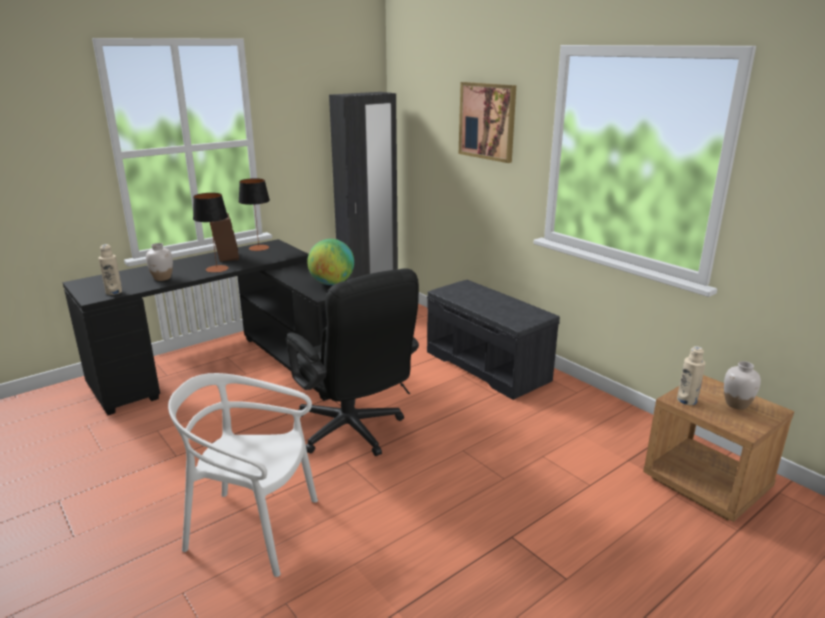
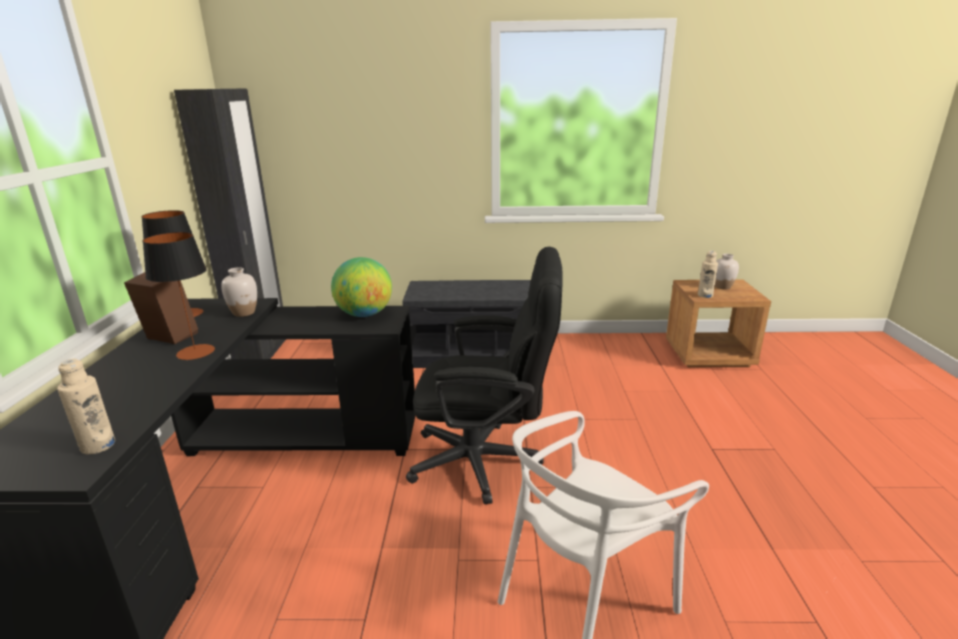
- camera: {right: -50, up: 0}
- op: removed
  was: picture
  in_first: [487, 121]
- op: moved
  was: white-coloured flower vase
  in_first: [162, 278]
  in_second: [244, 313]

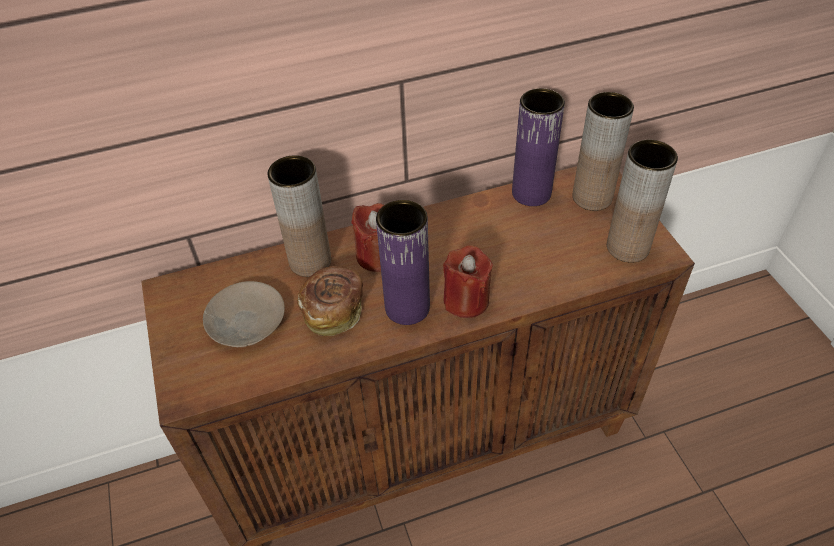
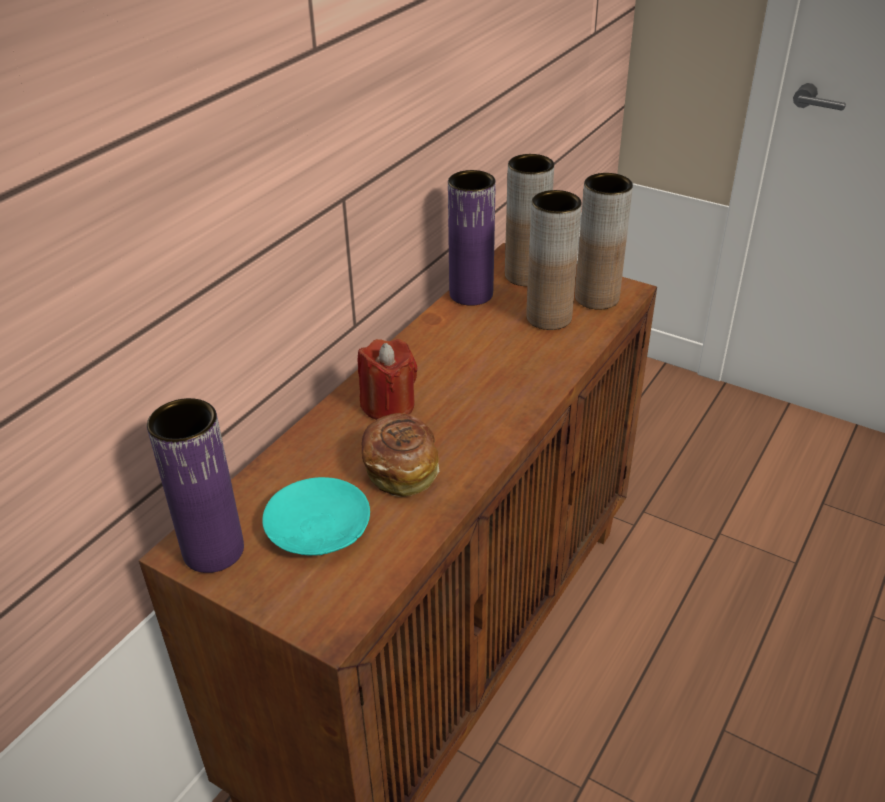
- camera: {right: -40, up: -10}
- op: removed
  was: reddish wax candle
  in_first: [466, 300]
- op: moved
  was: brownish flower vase
  in_first: [310, 261]
  in_second: [549, 317]
- op: moved
  was: purple-coloured flower vase
  in_first: [407, 307]
  in_second: [213, 550]
- op: recoloured
  was: sand-coloured flat dish
  now: blue-green flat dish
  in_first: [246, 321]
  in_second: [318, 527]

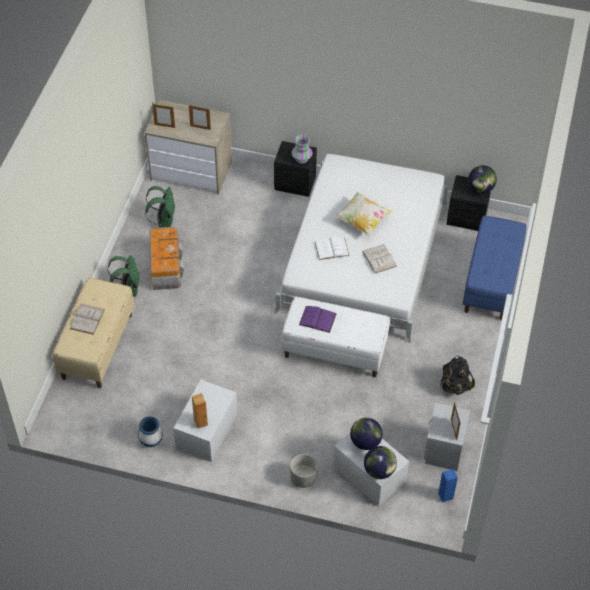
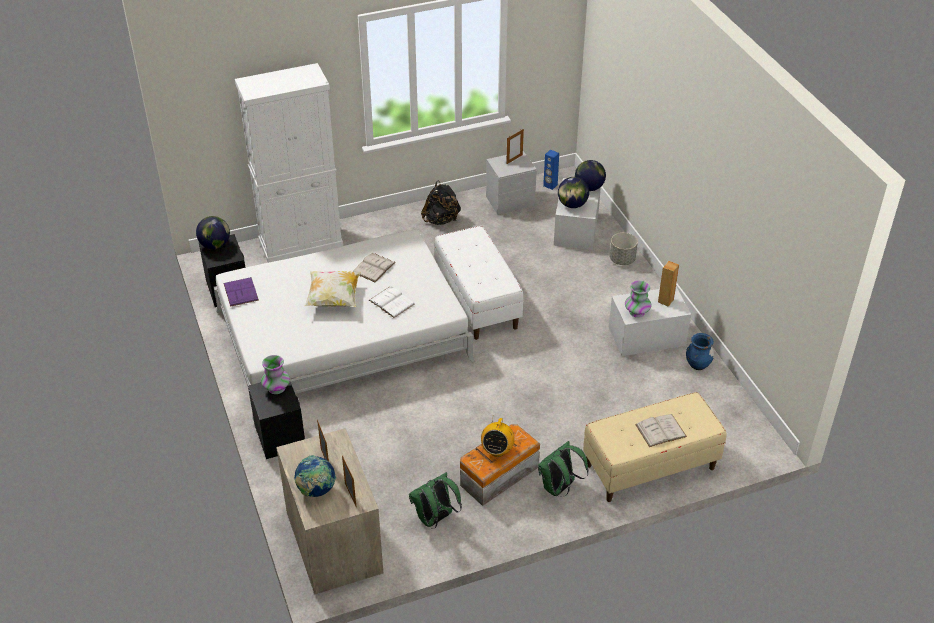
- camera: {right: -125, up: -10}
- op: added
  now: world globe
  in_second: [316, 490]
- op: added
  now: radio receiver
  in_second: [497, 450]
- op: added
  now: flower vase
  in_second: [636, 312]
- op: moved
  was: purple-coloured bound book
  in_first: [317, 319]
  in_second: [241, 292]
- op: replaced
  was: blue indoor bench
  now: white-coloured cupboard
  in_first: [491, 282]
  in_second: [301, 243]

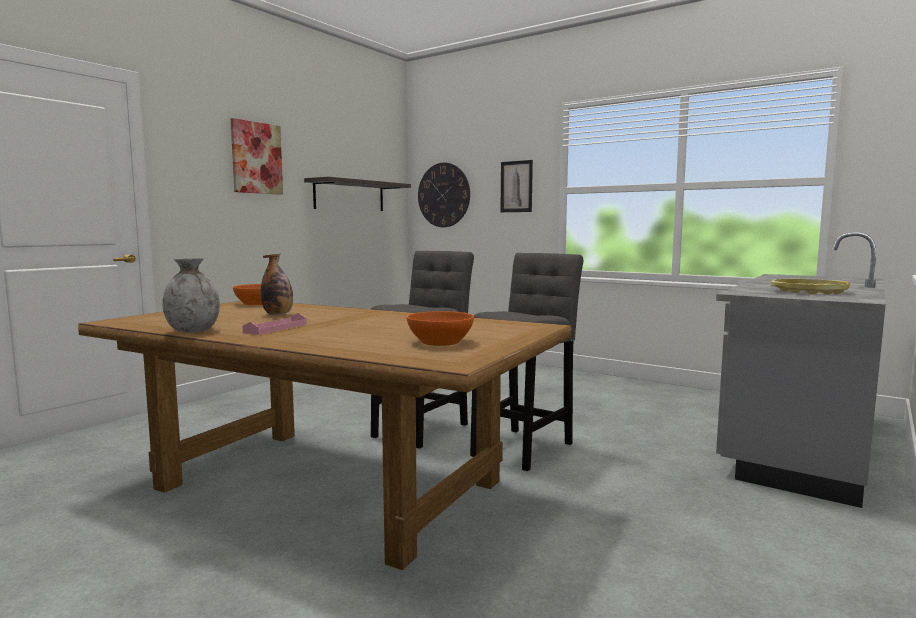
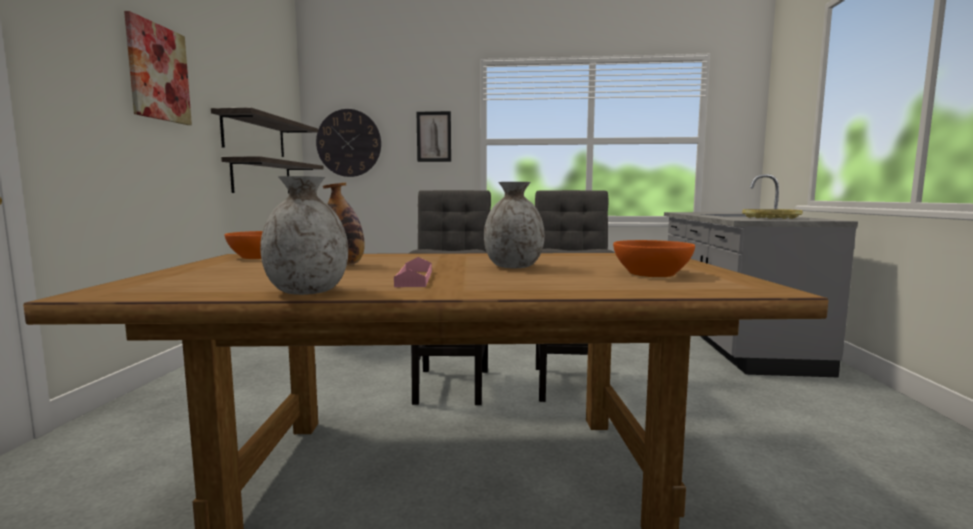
- camera: {right: -30, up: 0}
- op: added
  now: wall shelf
  in_second: [262, 177]
- op: added
  now: greyish flower vase
  in_second: [514, 267]

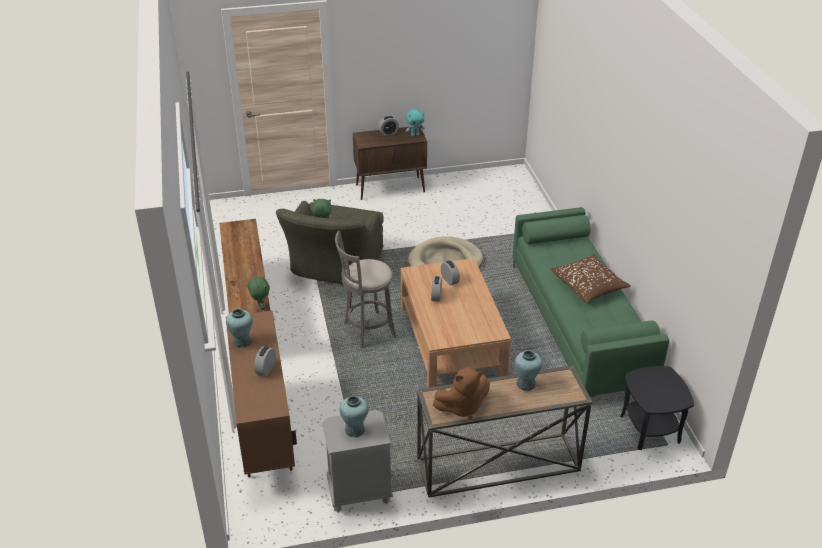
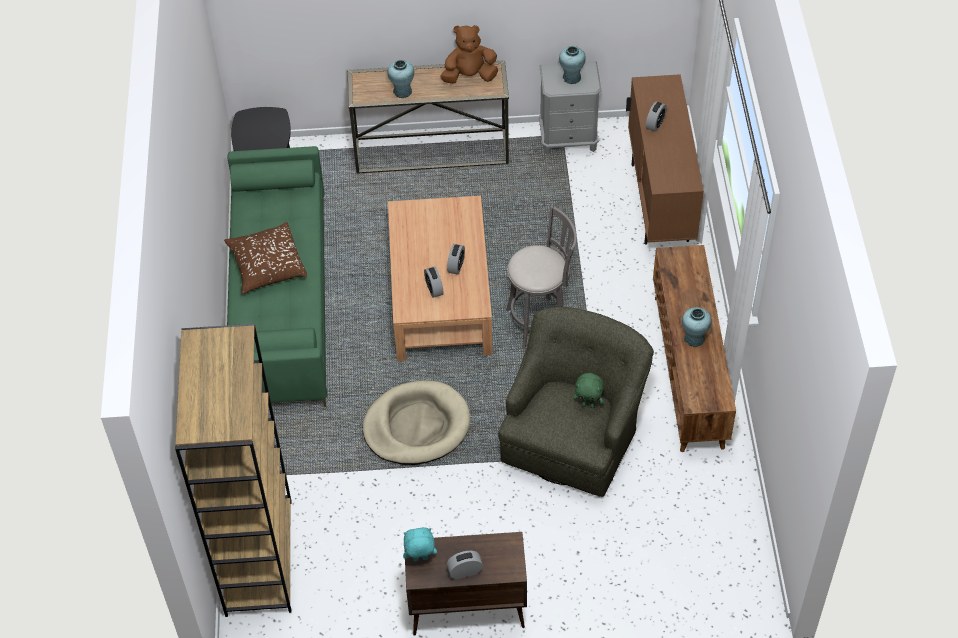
- camera: {right: -170, up: 15}
- op: removed
  was: greenish plush toy
  in_first: [260, 307]
- op: added
  now: brownish bookshelf
  in_second: [258, 557]
- op: moved
  was: blue-green flower vase
  in_first: [242, 341]
  in_second: [694, 339]

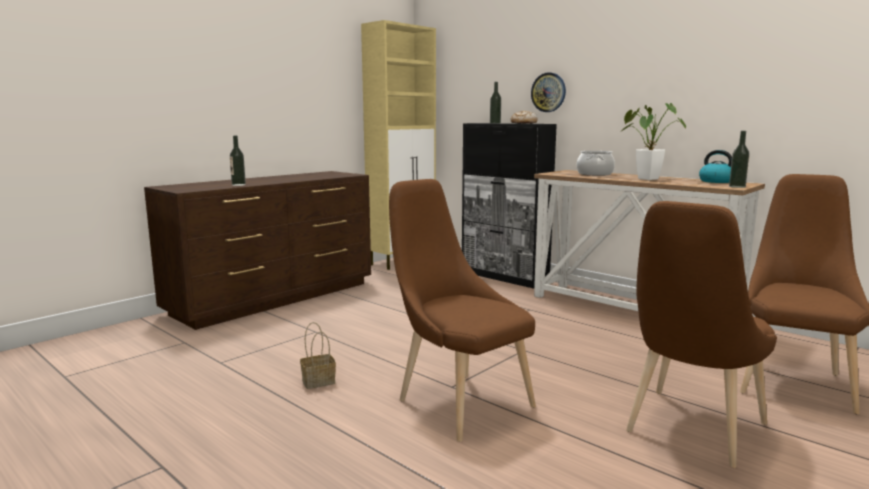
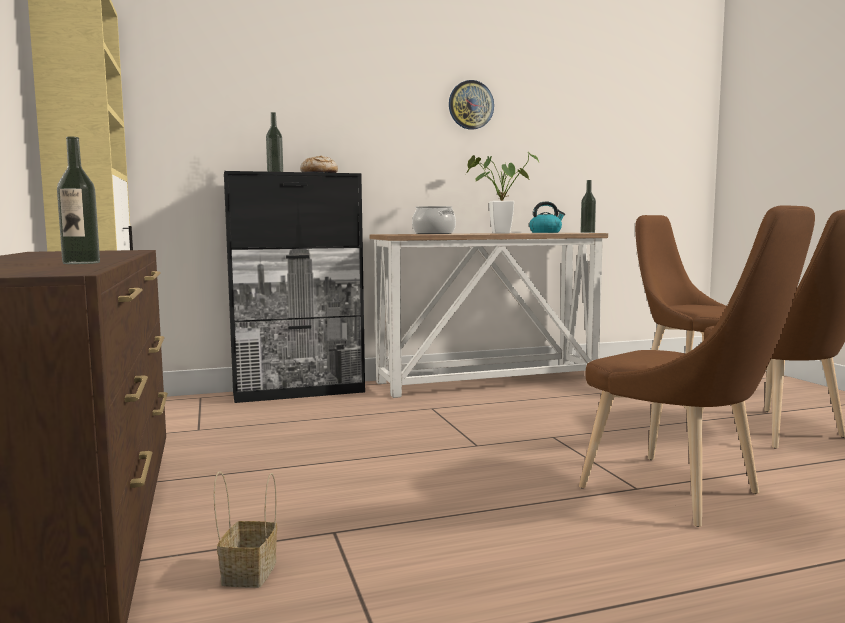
- camera: {right: -60, up: -5}
- op: moved
  was: household basket
  in_first: [319, 381]
  in_second: [249, 571]
- op: moved
  was: hanging clock
  in_first: [548, 92]
  in_second: [470, 105]
- op: turned
  was: brownish chair
  in_first: [458, 401]
  in_second: [681, 494]
  clockwise: -120

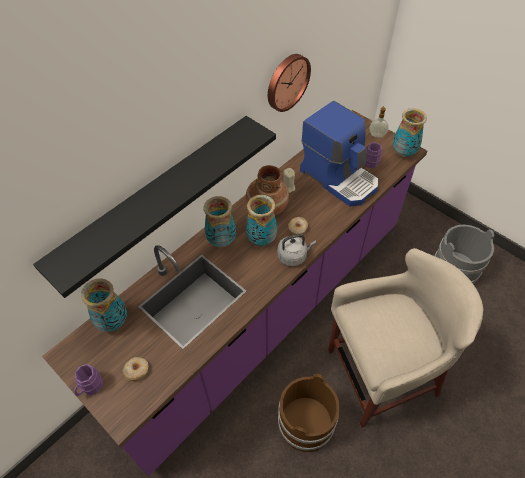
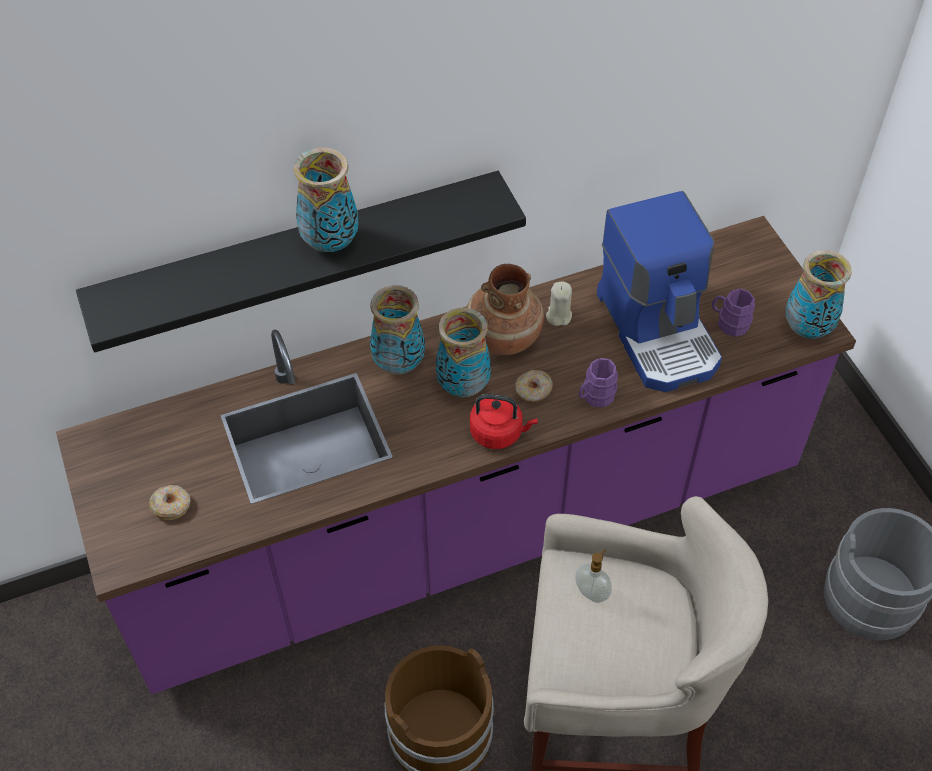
- camera: {right: 25, up: 0}
- op: removed
  was: hanging clock
  in_first: [286, 82]
- op: moved
  was: purple-coloured tea mug
  in_first: [90, 387]
  in_second: [595, 397]
- op: moved
  was: flower vase
  in_first: [113, 322]
  in_second: [330, 243]
- op: moved
  was: soap dispenser
  in_first: [377, 135]
  in_second: [592, 592]
- op: recoloured
  was: greyish kettle
  now: reddish kettle
  in_first: [293, 256]
  in_second: [499, 433]

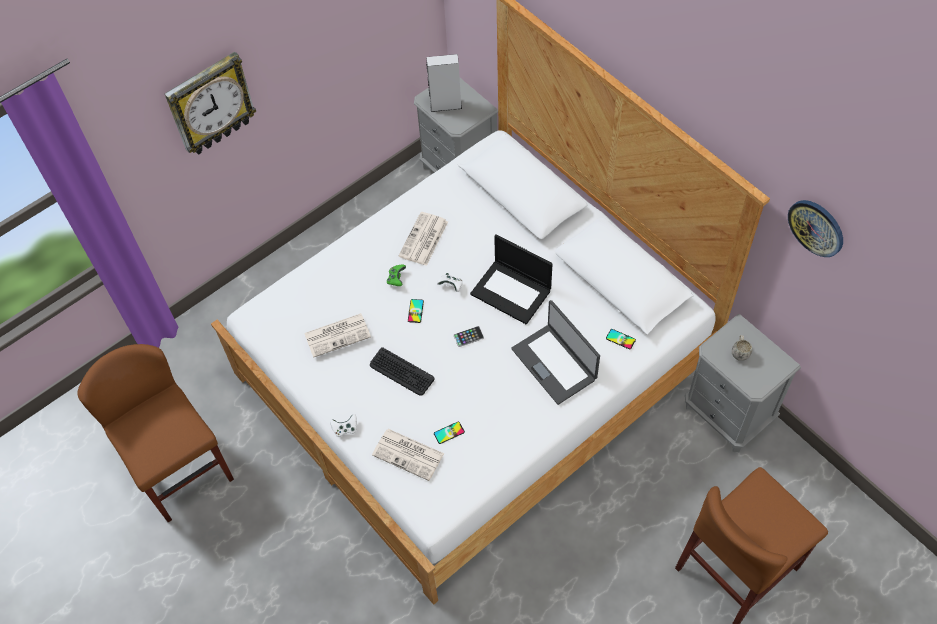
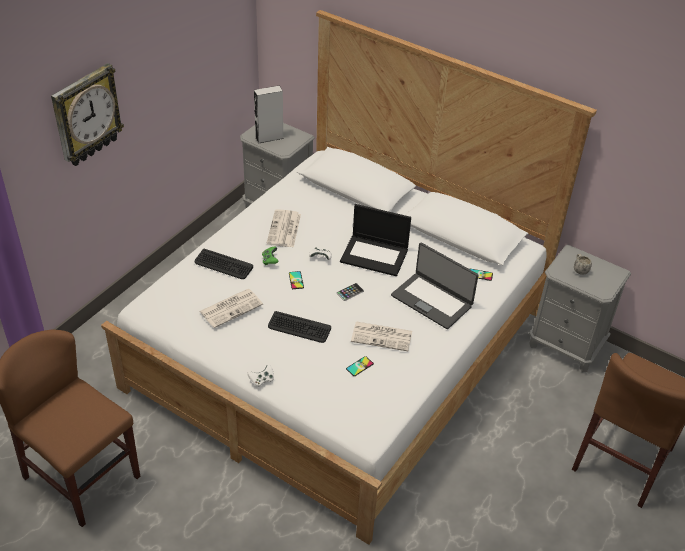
- camera: {right: -20, up: -15}
- op: removed
  was: hanging clock
  in_first: [816, 227]
- op: added
  now: keyboard
  in_second: [223, 265]
- op: moved
  was: newspaper
  in_first: [409, 454]
  in_second: [382, 336]

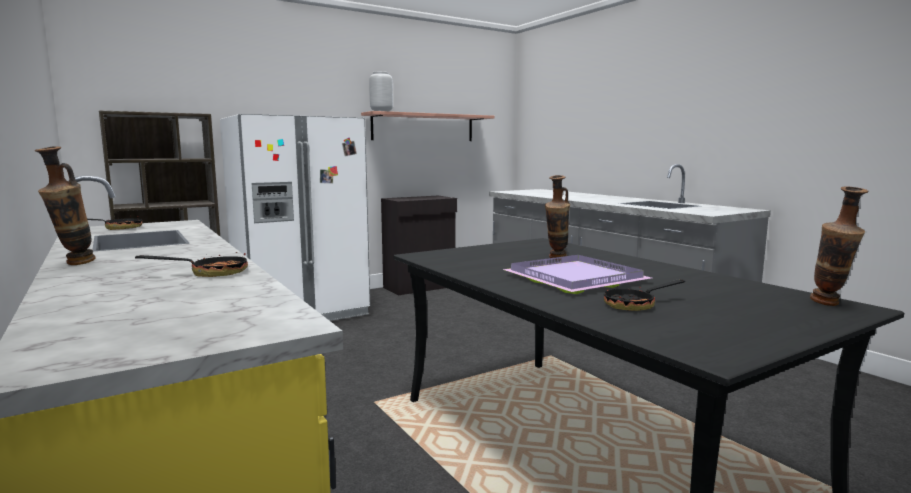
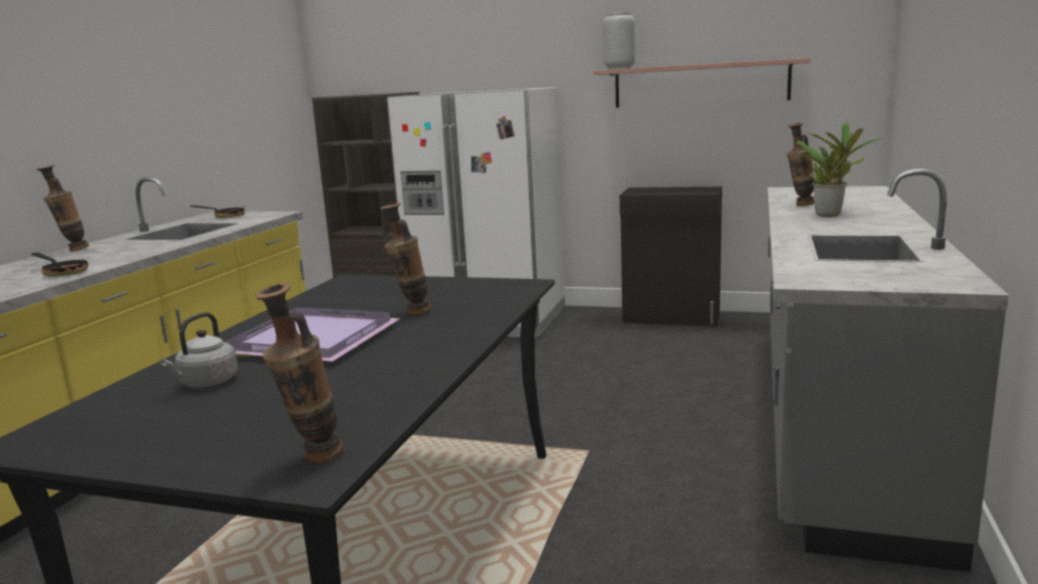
- camera: {right: 50, up: 5}
- op: added
  now: flower vase
  in_second: [799, 205]
- op: added
  now: houseplant
  in_second: [830, 214]
- op: replaced
  was: skillet
  now: greyish kettle
  in_first: [635, 305]
  in_second: [206, 383]

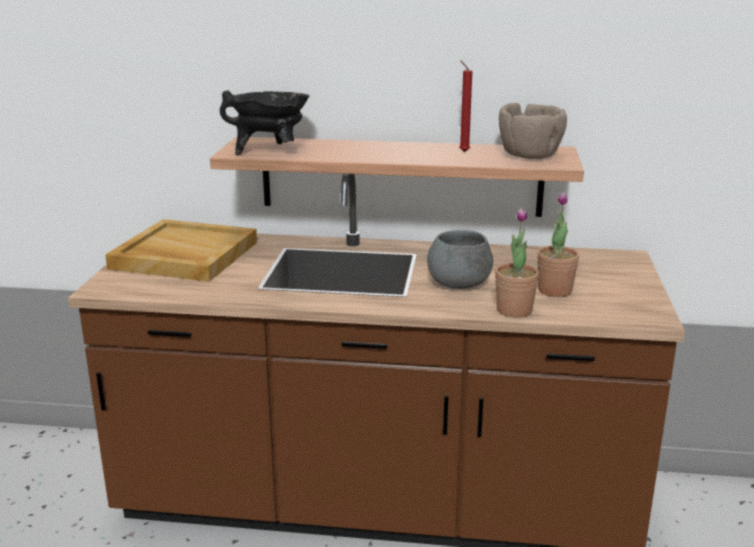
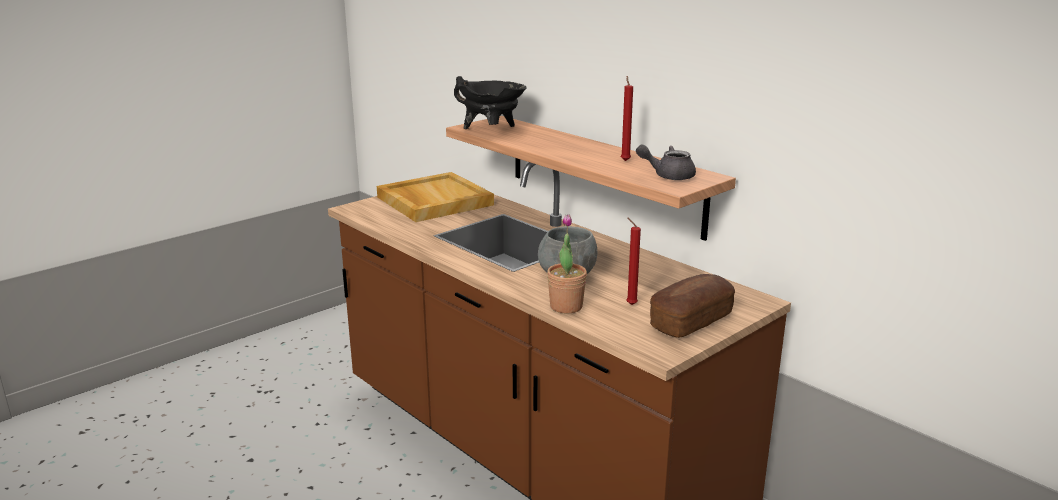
- camera: {right: 40, up: 0}
- op: added
  now: bakery bread
  in_second: [691, 321]
- op: replaced
  was: brownish serving bowl
  now: greyish pot for tea
  in_first: [529, 156]
  in_second: [668, 175]
- op: replaced
  was: houseplant
  now: reddish wax candle
  in_first: [555, 290]
  in_second: [630, 304]

